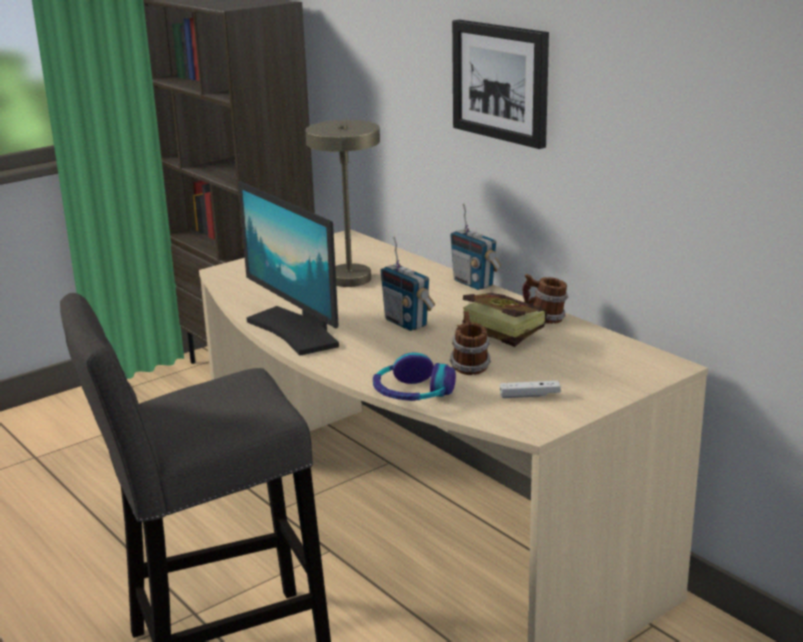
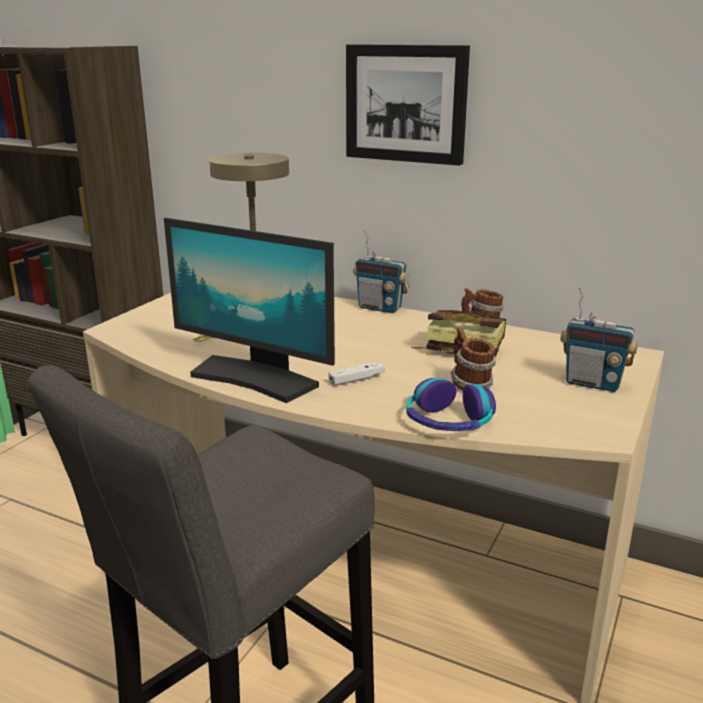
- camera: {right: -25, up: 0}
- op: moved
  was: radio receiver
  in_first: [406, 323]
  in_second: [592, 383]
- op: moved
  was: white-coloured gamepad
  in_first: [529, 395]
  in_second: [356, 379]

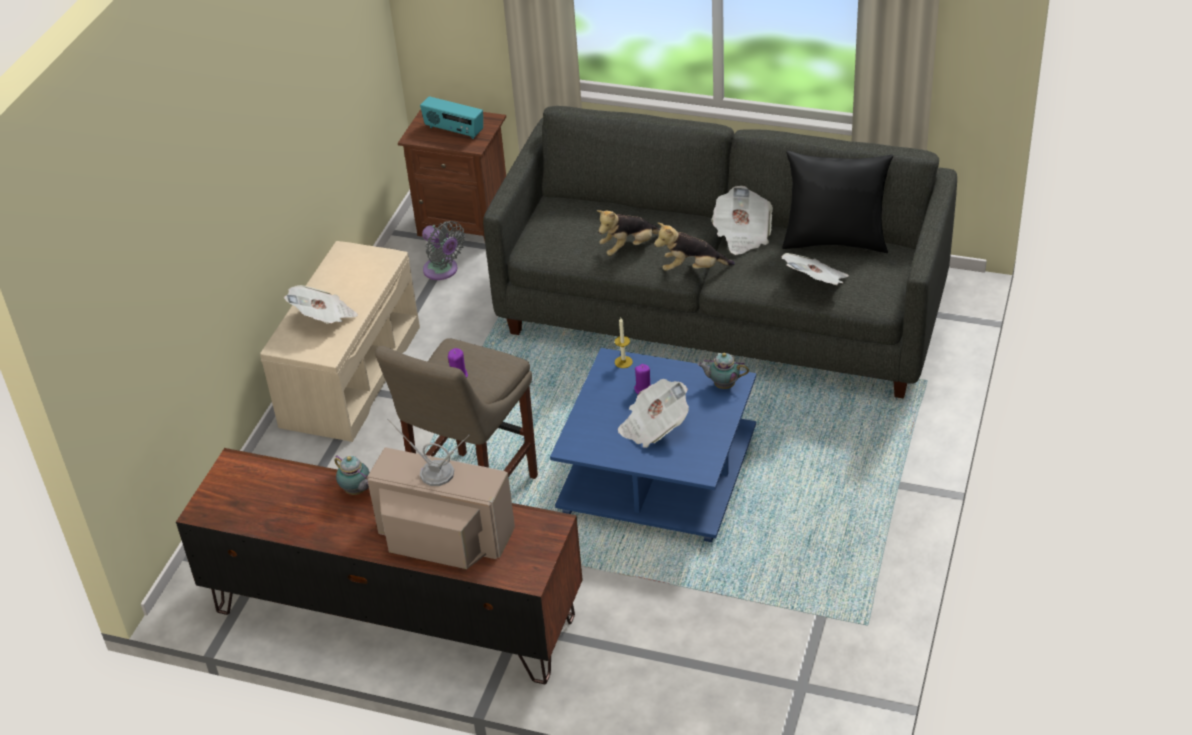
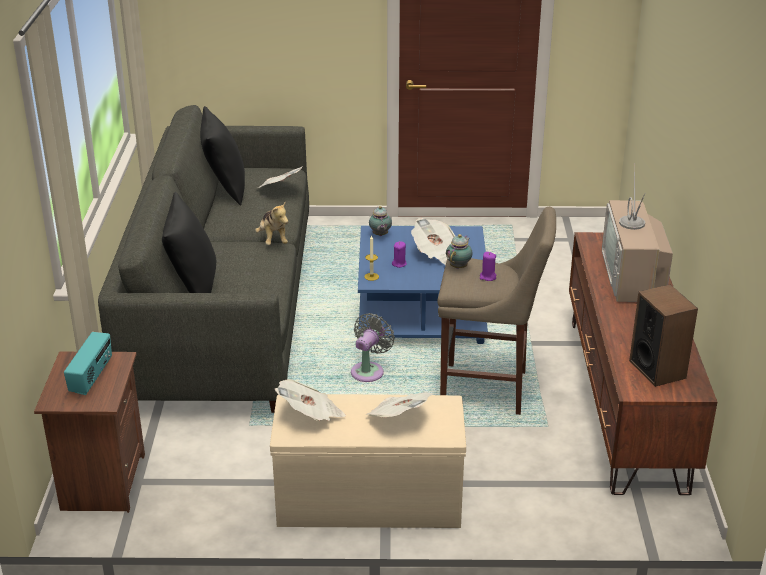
- camera: {right: -110, up: -10}
- op: removed
  was: plush toy
  in_first: [629, 247]
- op: added
  now: black-coloured cushion
  in_second: [193, 288]
- op: added
  now: loudspeaker
  in_second: [657, 369]
- op: moved
  was: pot for tea
  in_first: [356, 491]
  in_second: [459, 266]
- op: moved
  was: greyish electric fan
  in_first: [443, 271]
  in_second: [369, 370]
- op: moved
  was: newspaper
  in_first: [742, 235]
  in_second: [311, 415]

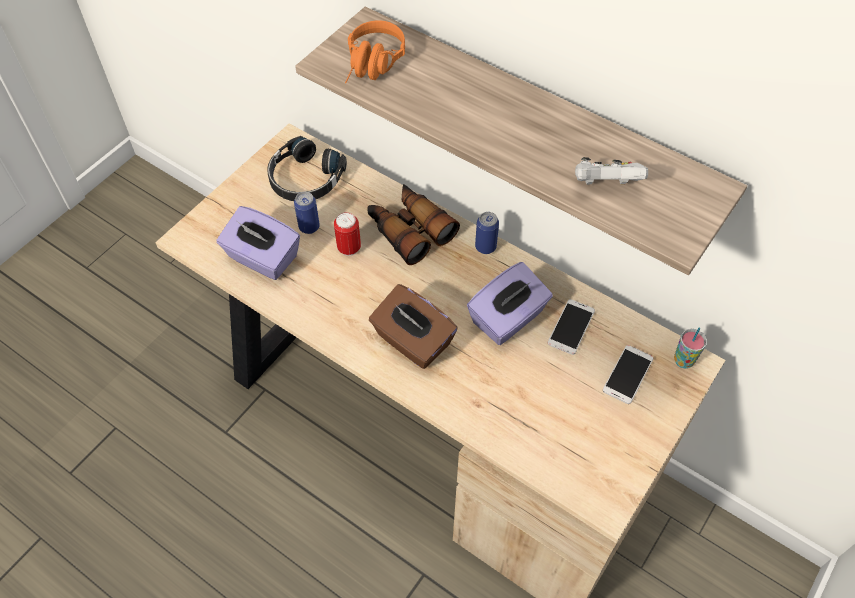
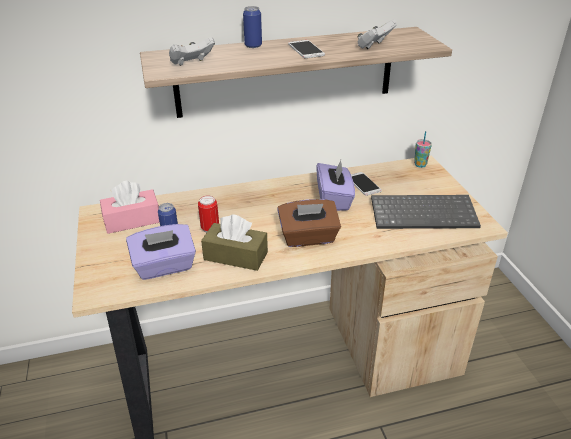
- camera: {right: -50, up: -20}
- op: removed
  was: field glasses
  in_first: [409, 229]
- op: added
  now: brownish tissue holder
  in_second: [235, 256]
- op: added
  now: keyboard
  in_second: [424, 213]
- op: moved
  was: sealed can
  in_first: [485, 247]
  in_second: [253, 45]
- op: moved
  was: telephone
  in_first: [628, 374]
  in_second: [306, 49]
- op: replaced
  was: black-coloured pair of headphones
  now: pink-coloured tissue holder
  in_first: [305, 179]
  in_second: [132, 220]
- op: replaced
  was: orange pair of headphones
  now: white-coloured gamepad
  in_first: [372, 67]
  in_second: [191, 63]

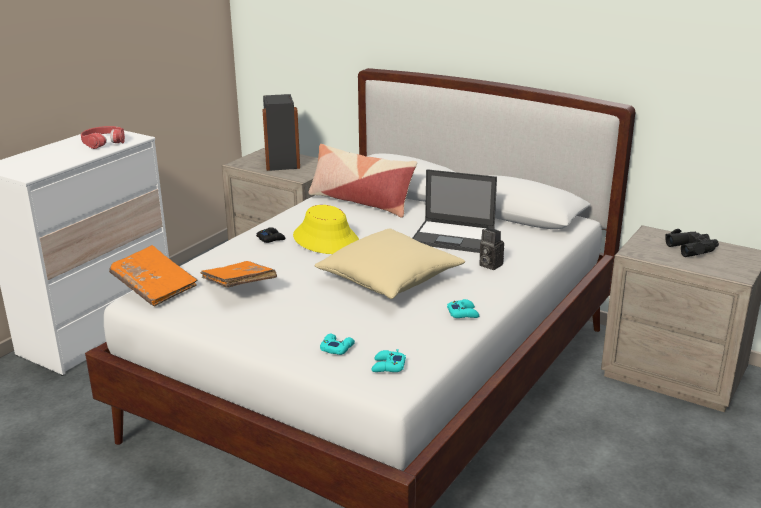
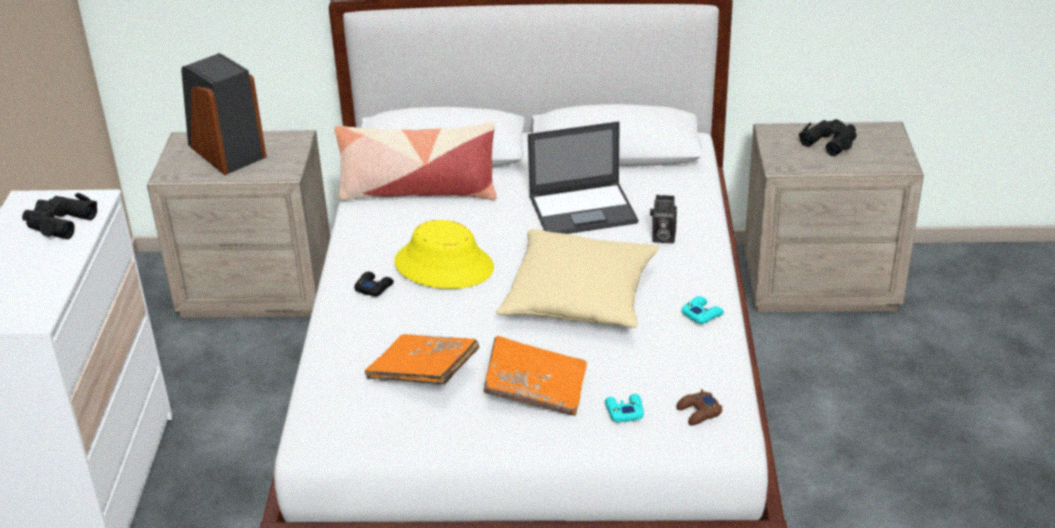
- camera: {right: -30, up: 10}
- op: moved
  was: orange bound book
  in_first: [154, 287]
  in_second: [535, 390]
- op: replaced
  was: reddish pair of headphones
  now: black-coloured field glasses
  in_first: [104, 142]
  in_second: [58, 223]
- op: recoloured
  was: blue-green gamepad
  now: brownish gamepad
  in_first: [388, 366]
  in_second: [699, 412]

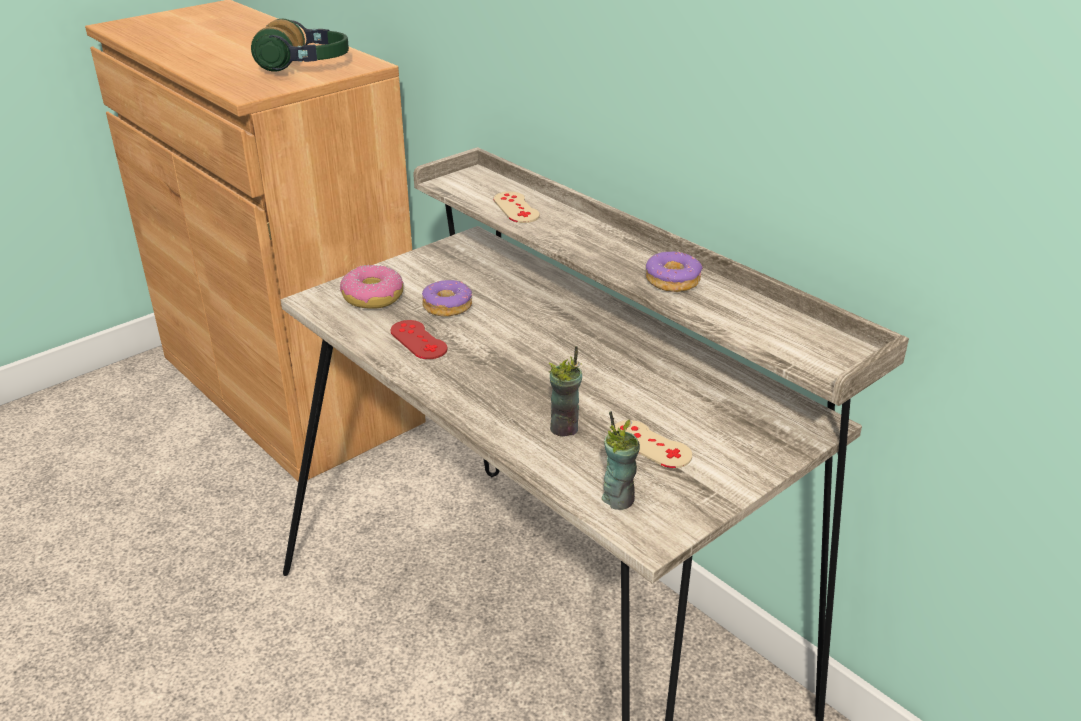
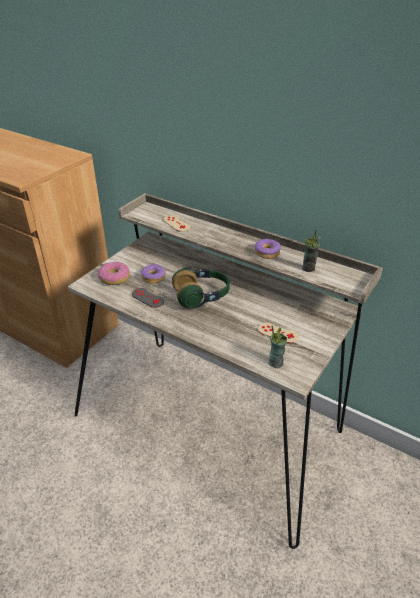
- camera: {right: -15, up: 5}
- op: moved
  was: pair of headphones
  in_first: [305, 67]
  in_second: [202, 296]
- op: moved
  was: small cup
  in_first: [565, 428]
  in_second: [308, 268]
- op: recoloured
  was: reddish gamepad
  now: greyish gamepad
  in_first: [418, 340]
  in_second: [147, 298]

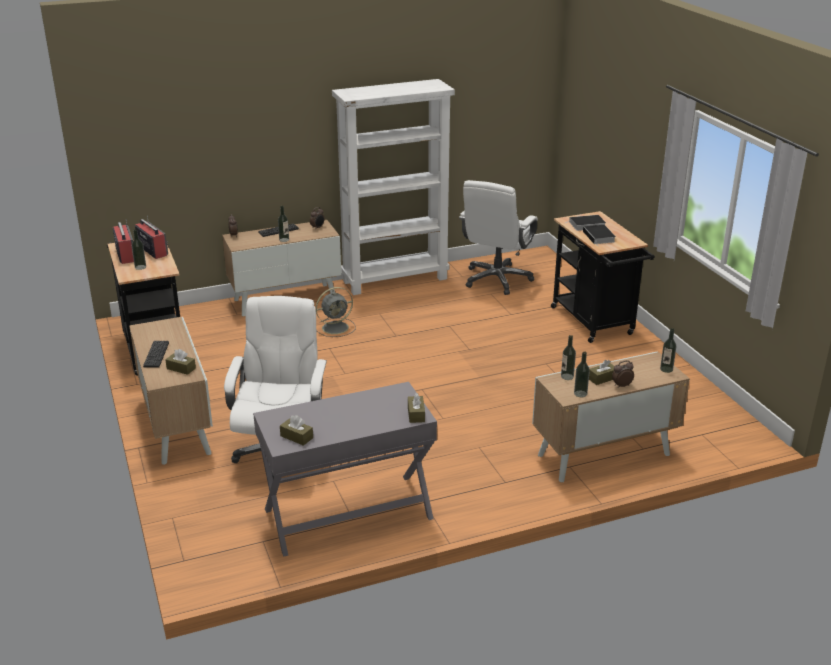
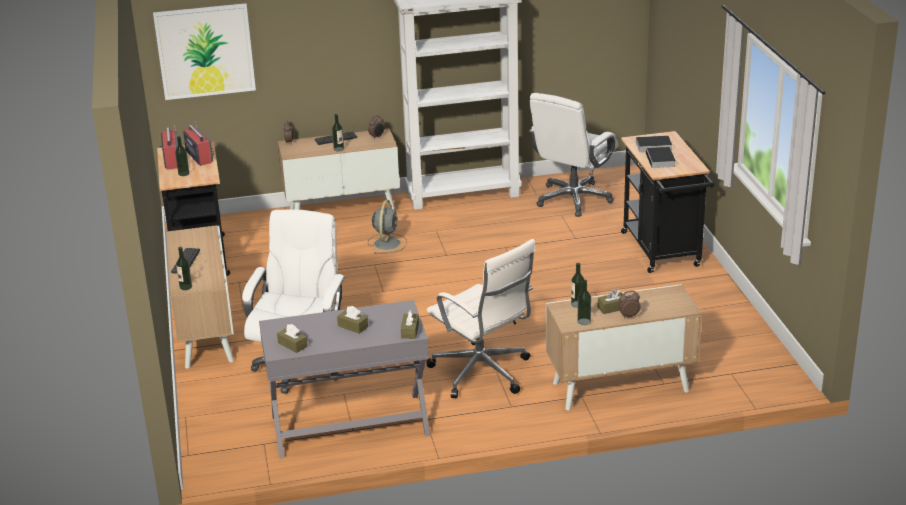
- camera: {right: 10, up: 0}
- op: added
  now: picture
  in_second: [205, 51]
- op: added
  now: white-coloured desk chair
  in_second: [482, 373]
- op: moved
  was: brownish tissue holder
  in_first: [181, 368]
  in_second: [353, 326]
- op: moved
  was: drink bottle
  in_first: [666, 369]
  in_second: [185, 287]
- op: turned
  was: greyish electric fan
  in_first: [336, 327]
  in_second: [387, 243]
  clockwise: -60

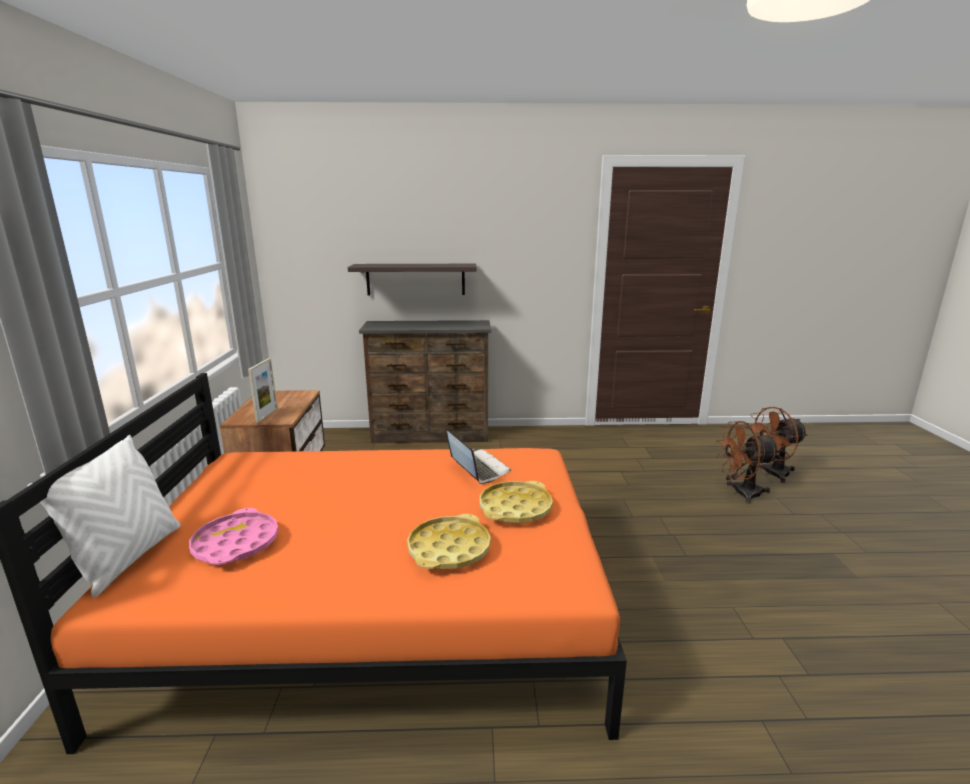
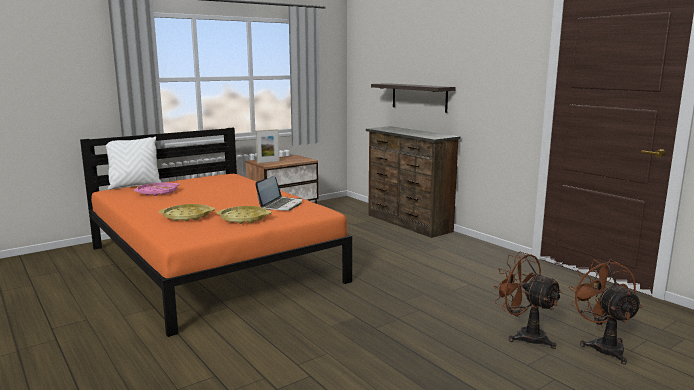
- camera: {right: 55, up: -5}
- op: turned
  was: brownish electric fan
  in_first: [771, 474]
  in_second: [603, 346]
  clockwise: 45

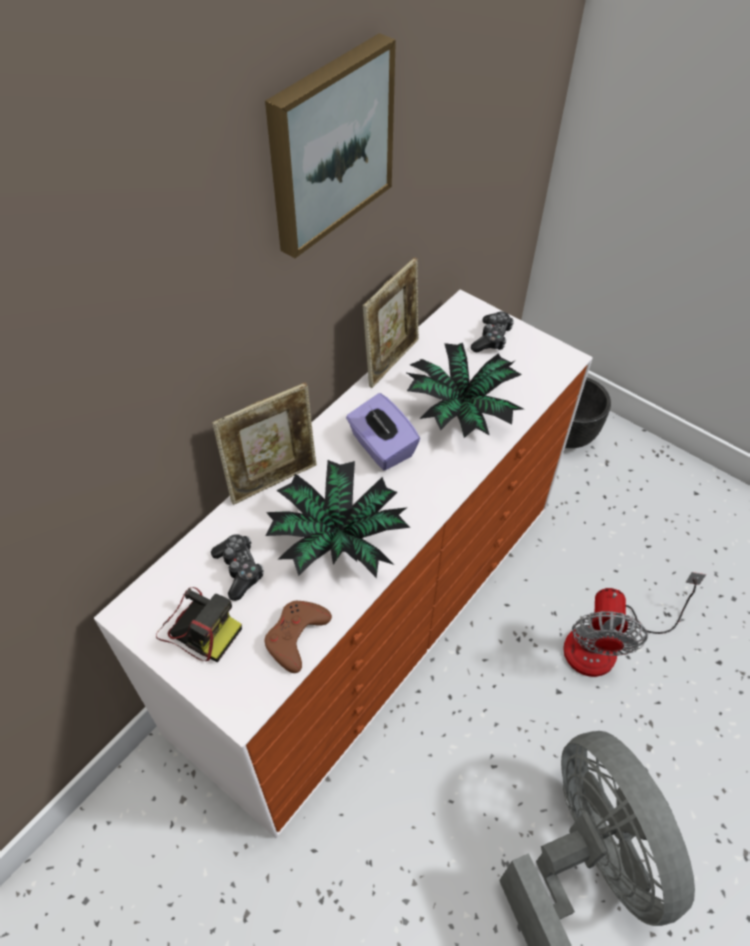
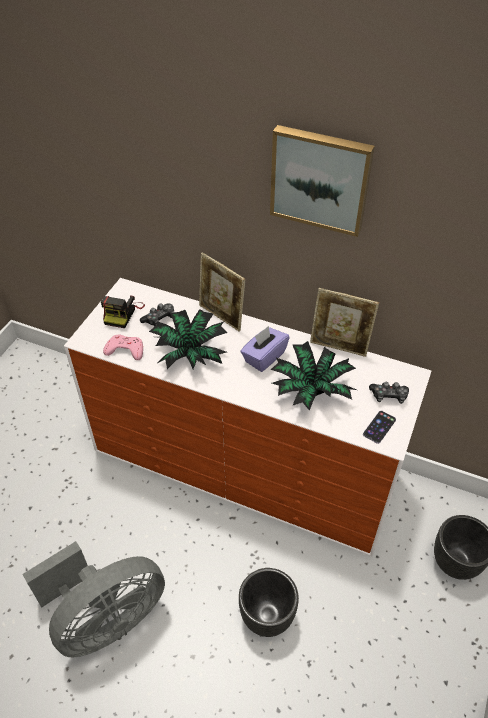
- camera: {right: 75, up: -5}
- op: added
  now: telephone
  in_second: [379, 427]
- op: replaced
  was: electric fan
  now: black-coloured plant pot
  in_first: [606, 643]
  in_second: [267, 617]
- op: recoloured
  was: brownish gamepad
  now: pink-coloured gamepad
  in_first: [296, 636]
  in_second: [125, 350]

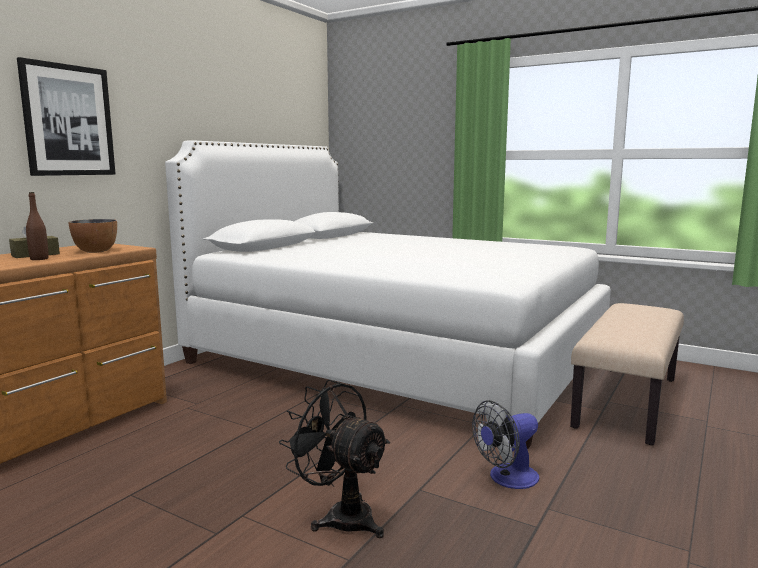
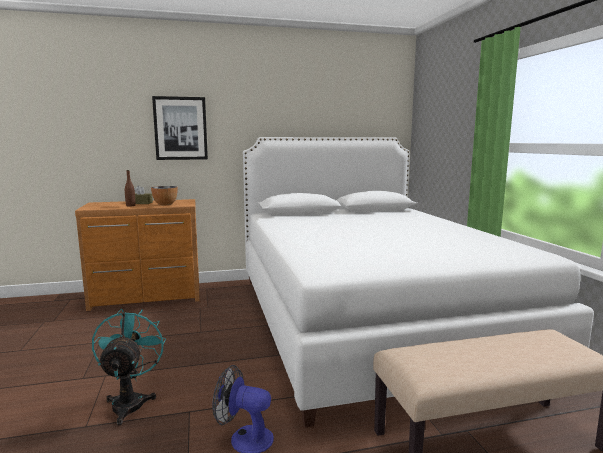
- camera: {right: 45, up: 0}
- op: recoloured
  was: black-coloured electric fan
  now: blue-green electric fan
  in_first: [341, 516]
  in_second: [130, 401]

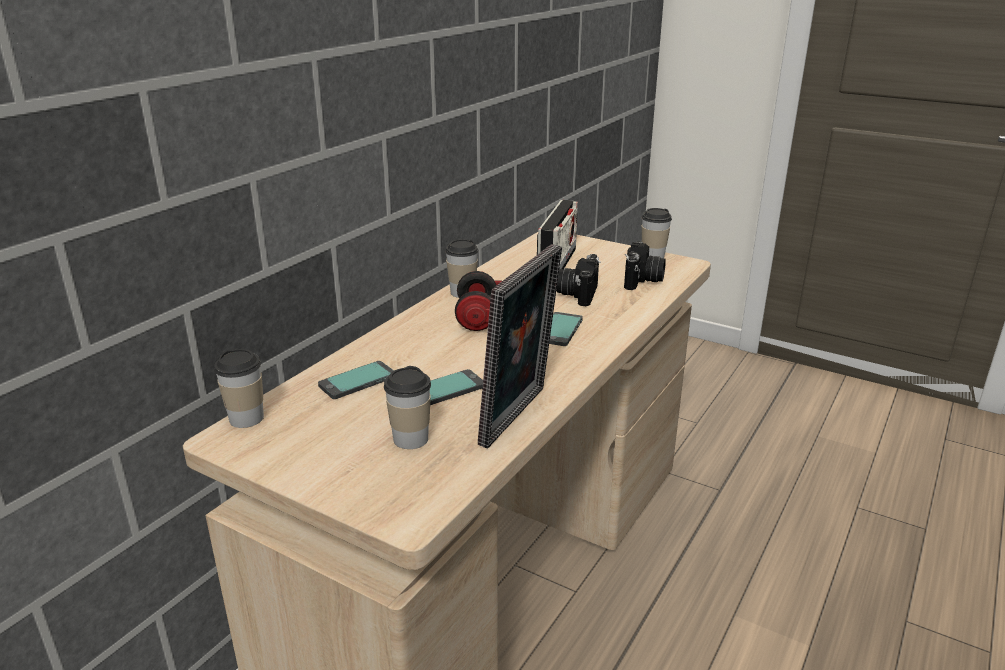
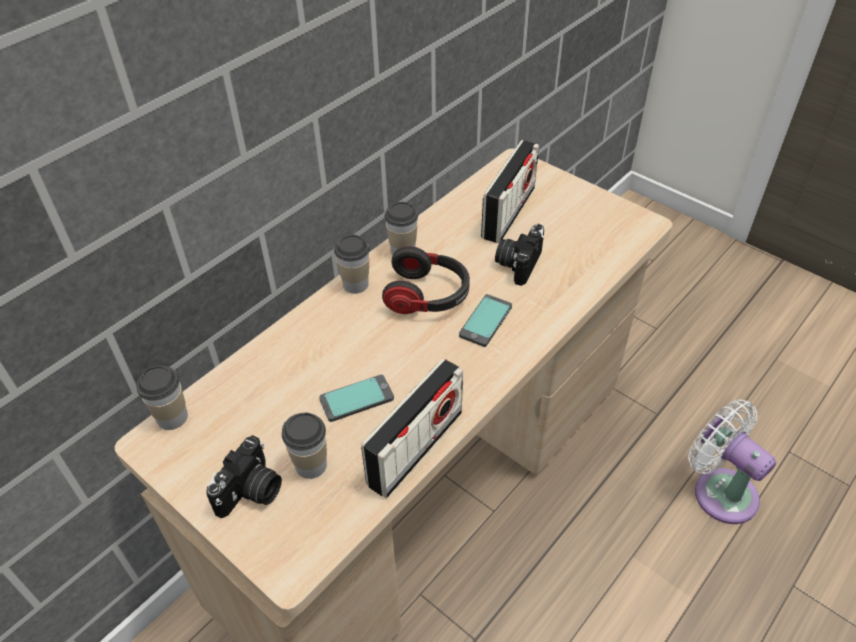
- camera: {right: 10, up: 20}
- op: removed
  was: telephone
  in_first: [358, 381]
- op: added
  now: white-coloured electric fan
  in_second: [720, 490]
- op: moved
  was: still camera
  in_first: [643, 281]
  in_second: [251, 492]
- op: moved
  was: small cup
  in_first: [653, 256]
  in_second: [355, 284]
- op: replaced
  was: picture frame
  now: radio receiver
  in_first: [519, 417]
  in_second: [415, 448]

